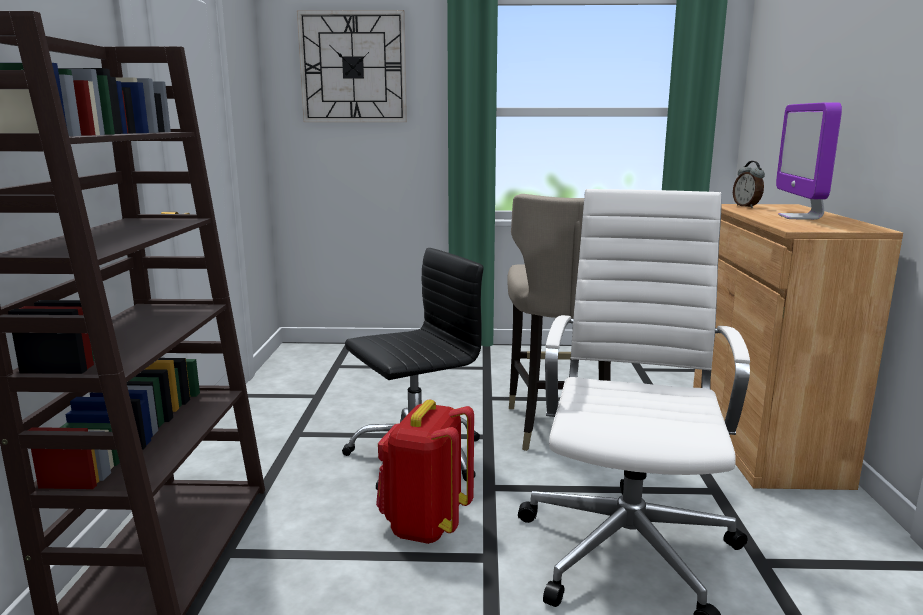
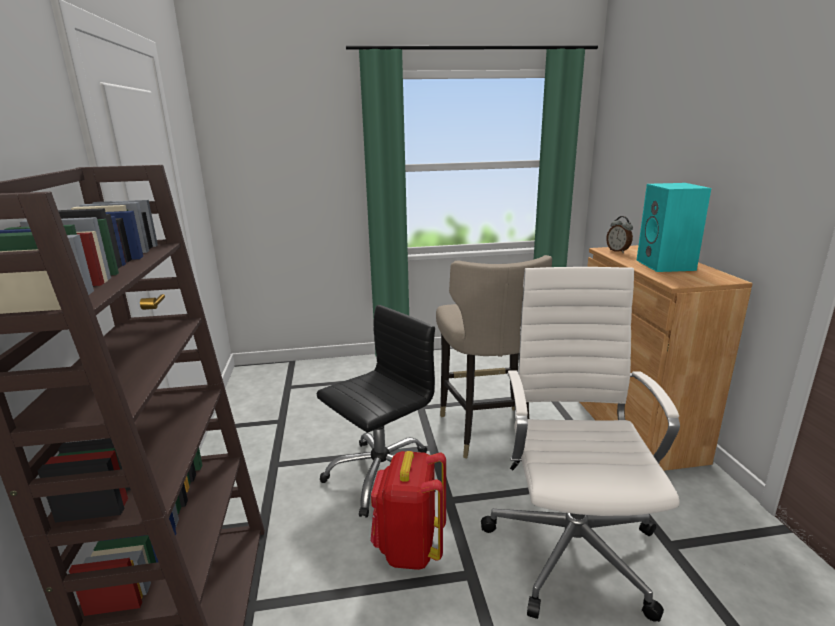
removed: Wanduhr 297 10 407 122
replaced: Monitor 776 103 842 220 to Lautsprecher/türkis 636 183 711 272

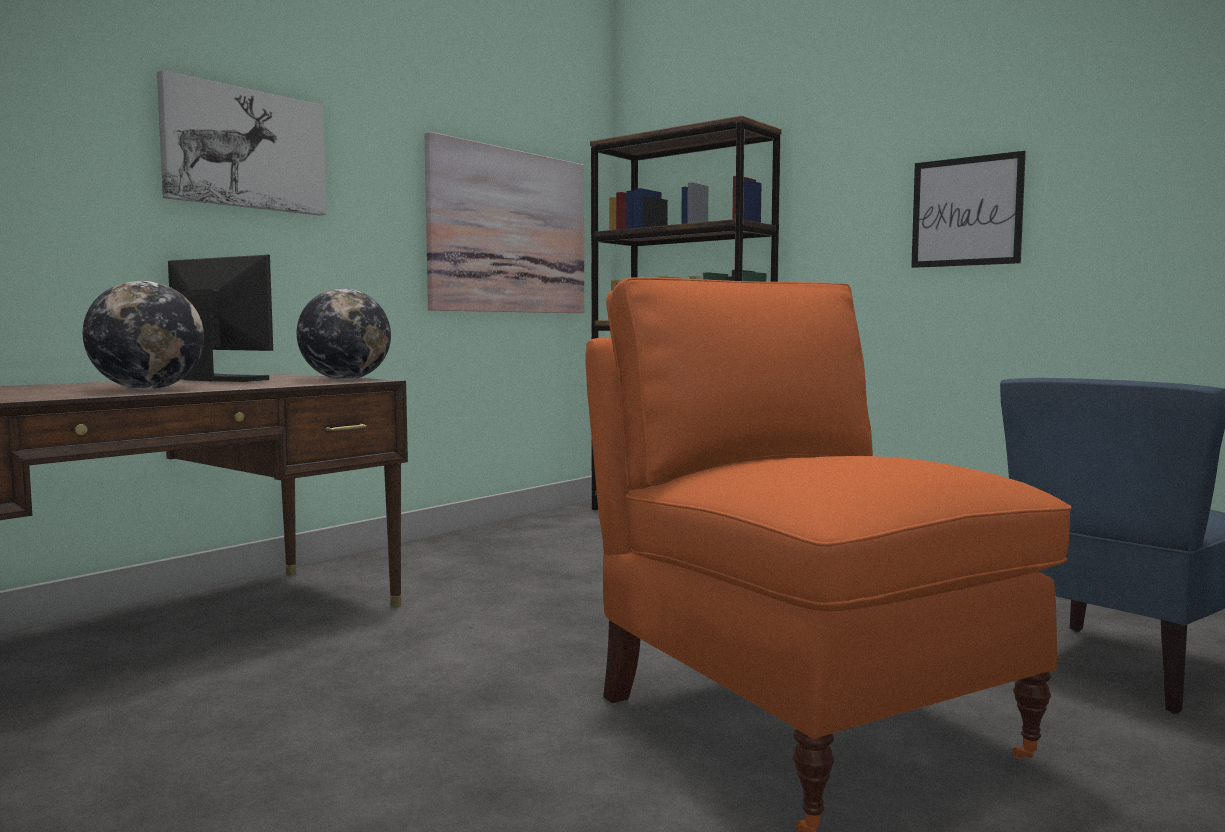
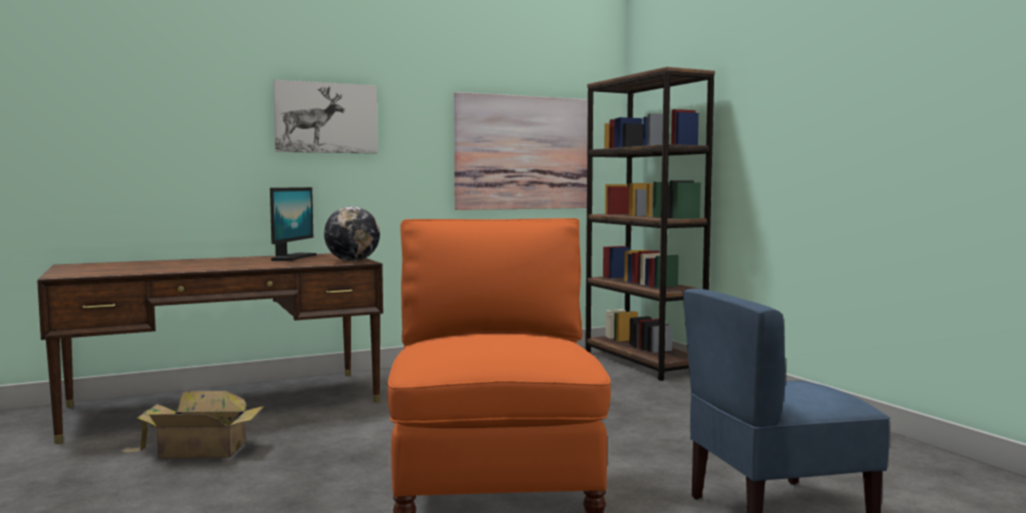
removed: Bild 911 151 1026 268; Globus 83 281 204 390
added: Karton 120 391 264 459
turned: Monitor 168 255 273 382 = 270 187 317 261 45 degrees clockwise

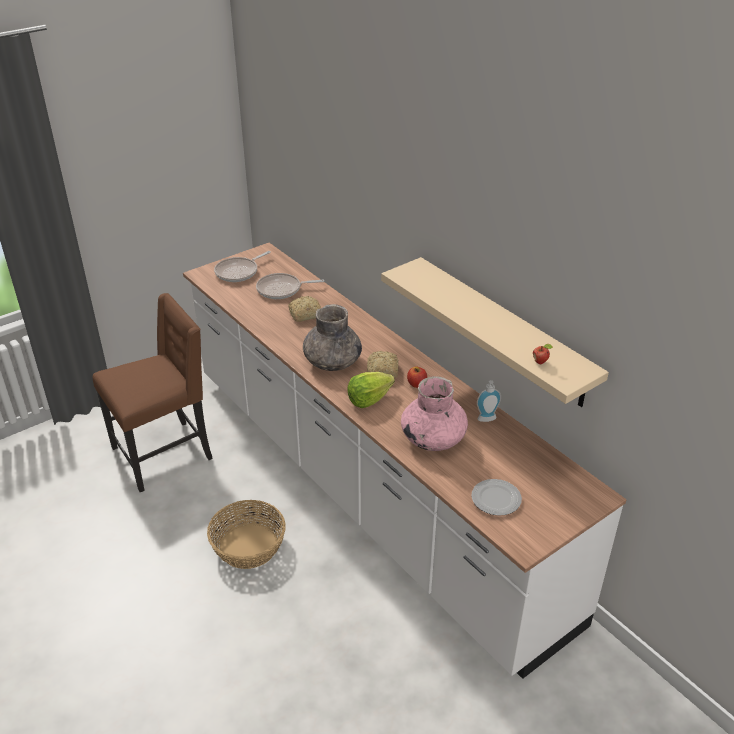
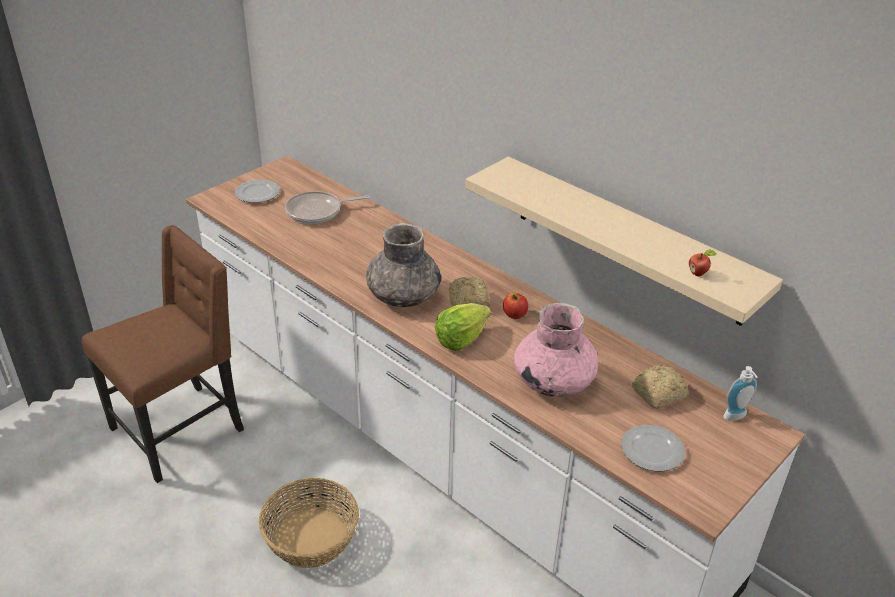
moved: Brot 288 296 321 322 to 632 364 689 409; Seifenspender 477 380 501 422 to 723 366 758 420
replaced: Pfanne 214 251 271 282 to Teller 235 180 280 203

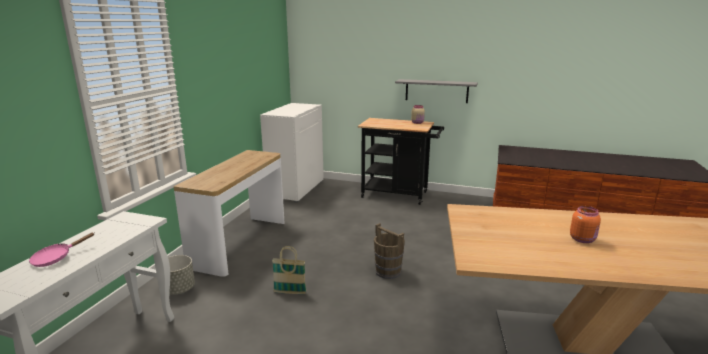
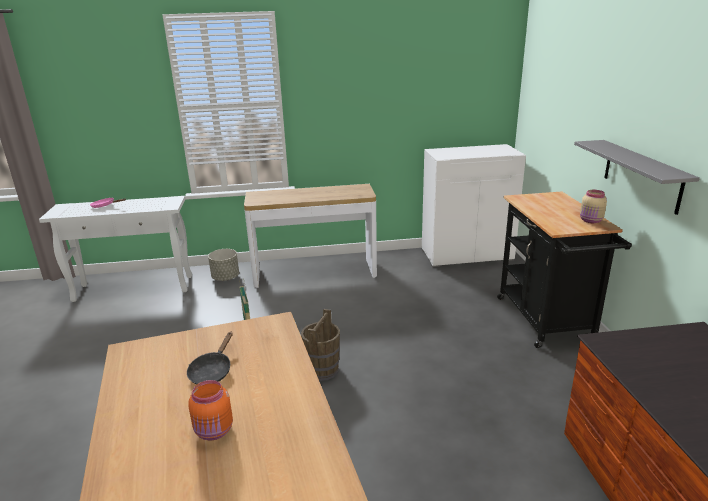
added: Pfanne/schwarz 187 332 233 385

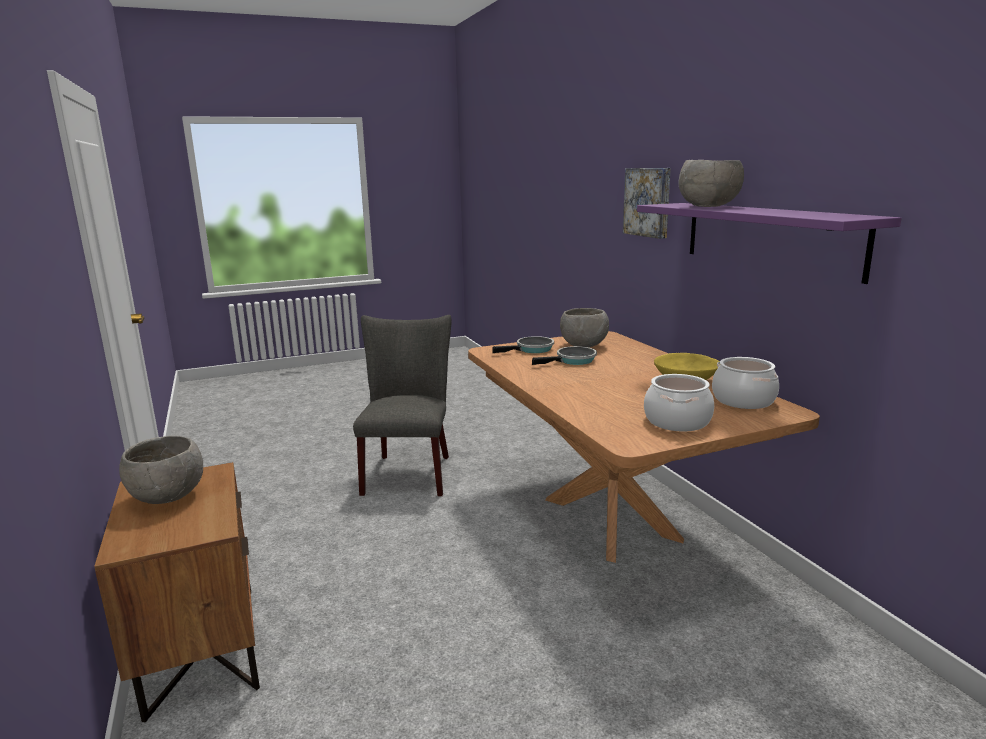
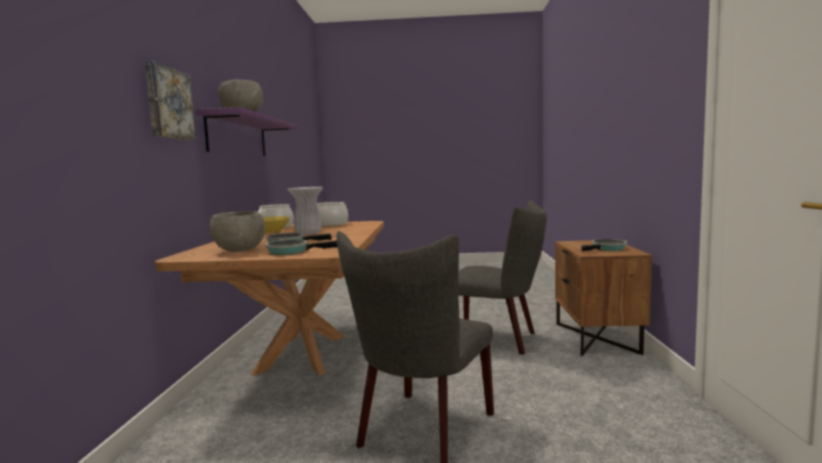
added: Vase/weiß 287 187 323 235; Stuhl/grau 458 200 547 355
replaced: Schüssel/grau 119 436 203 504 to Pfanne 581 239 627 251

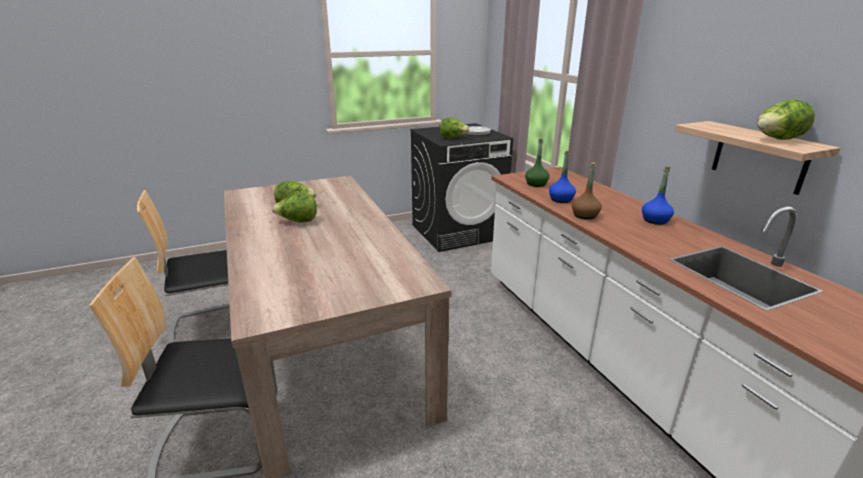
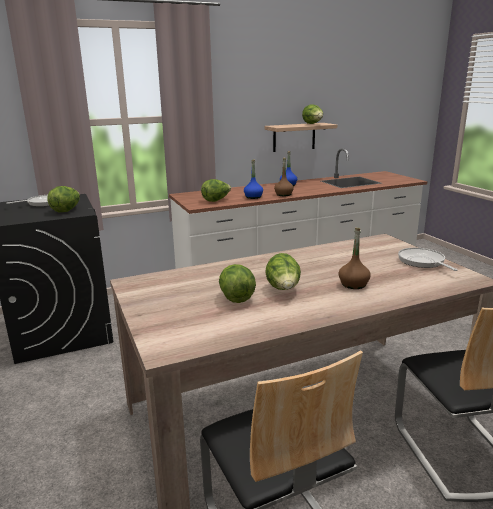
added: Flasche/braun 338 228 371 289; Pfanne 398 248 458 271
replaced: Flasche/grün 525 139 549 187 to Salatkopf 201 179 231 202

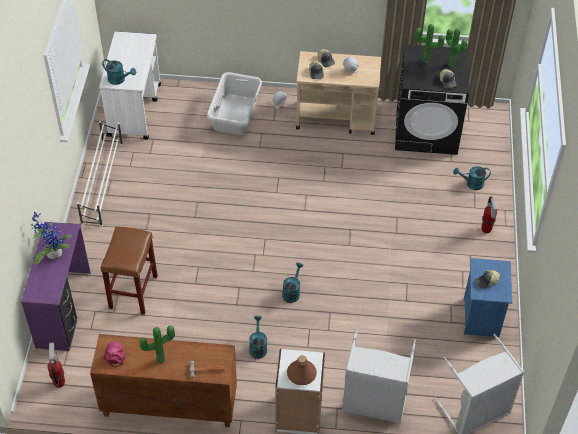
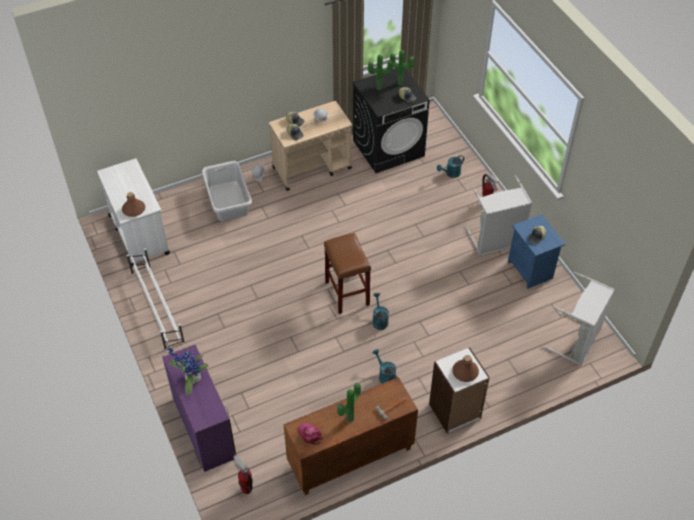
moved: Hocker/braun 100 226 158 315 to 324 233 371 314; Wäschekorb/grau 342 328 416 424 to 466 175 532 256
replaced: Gießkanne/türkis 102 59 136 85 to Flasche/braun 122 192 145 217

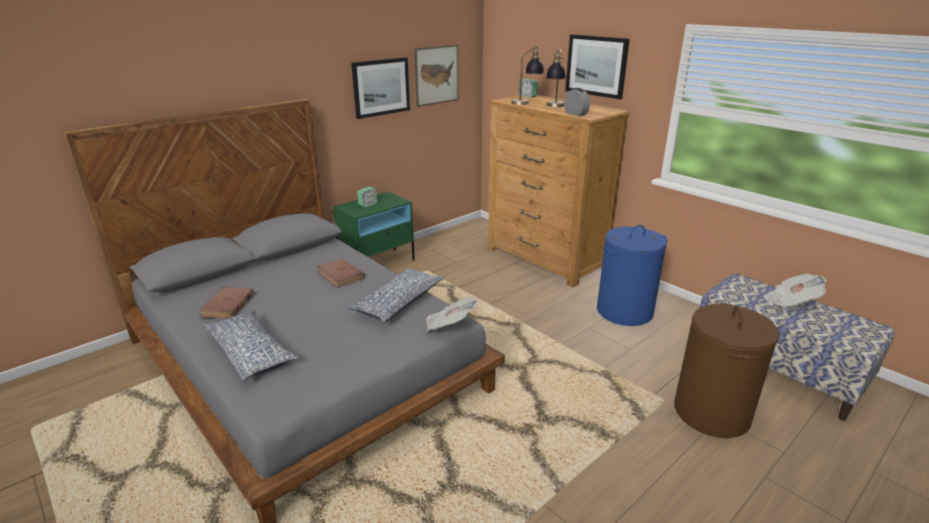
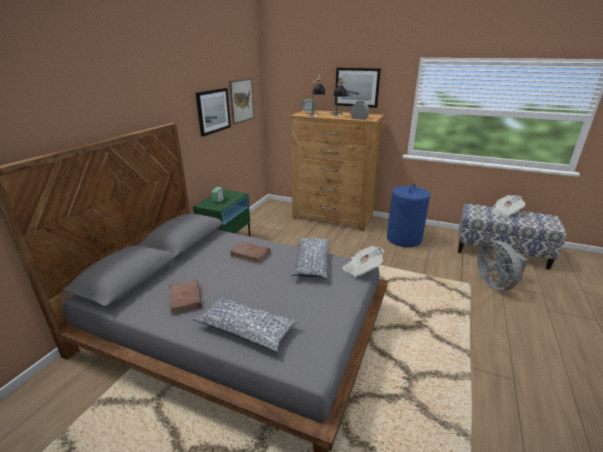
replaced: Wäschekorb/braun 674 303 780 438 to Ventilator/grau 477 240 528 291

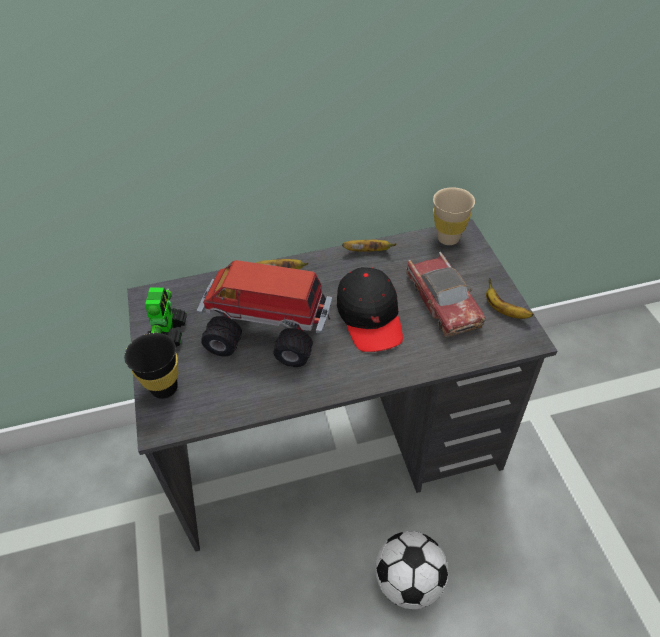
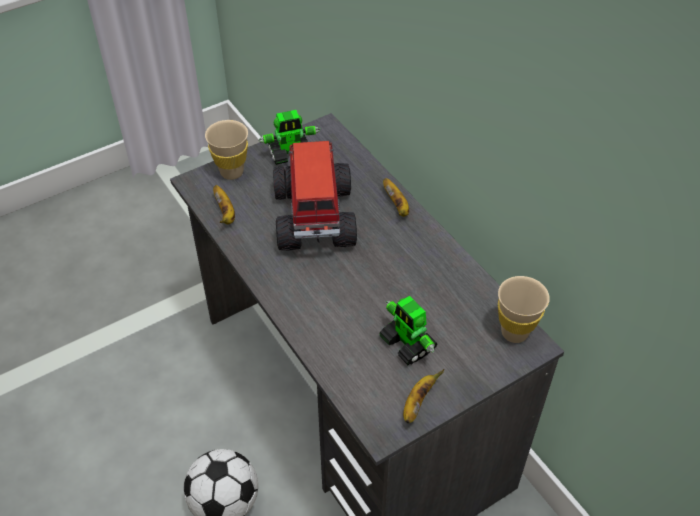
removed: Kappe/schwarz 337 267 403 352
moved: Banane 342 240 396 251 to 213 185 235 224
replaced: Spielzeugauto 406 252 486 337 to Spielzeugroboter 379 296 437 365
recoloured: Tasse/schwarz 124 333 178 399 to Tasse/beige 205 120 248 180

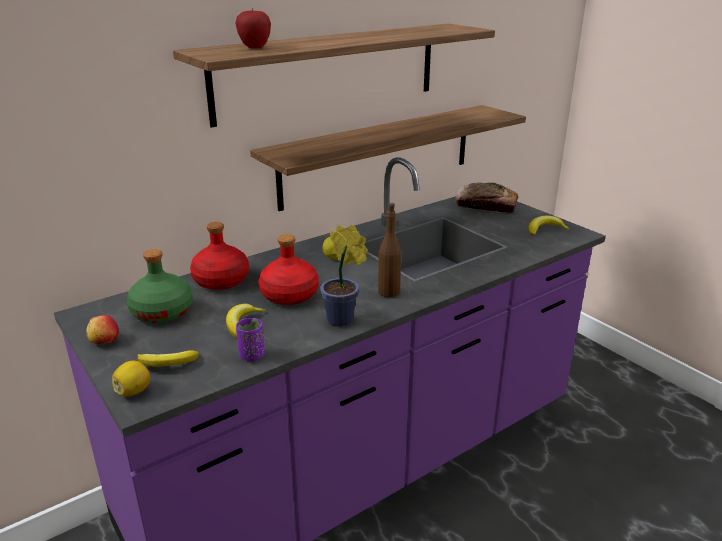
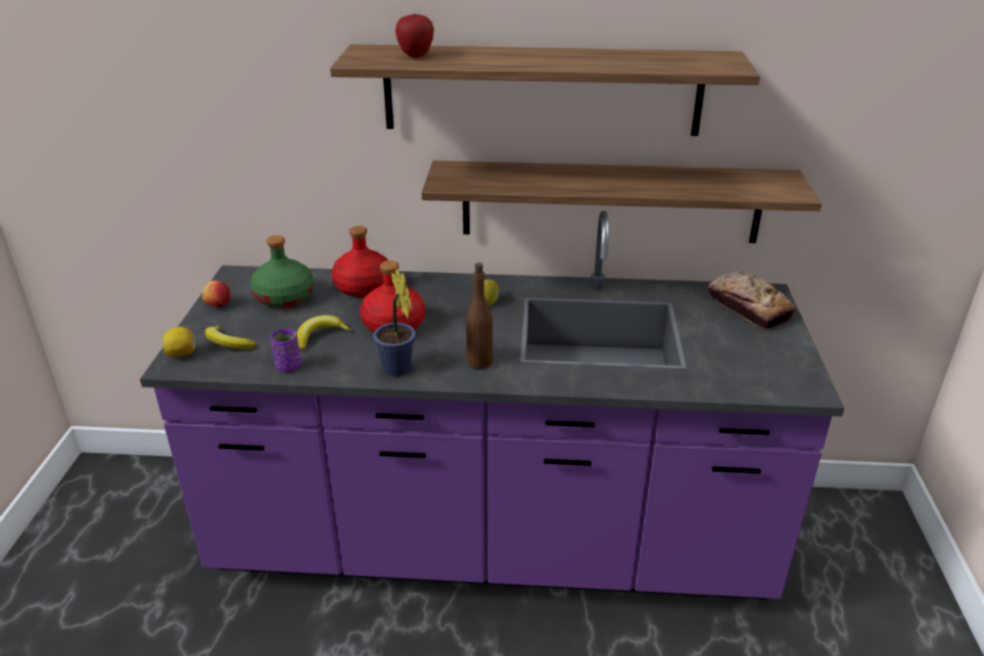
removed: Banane 528 216 570 236

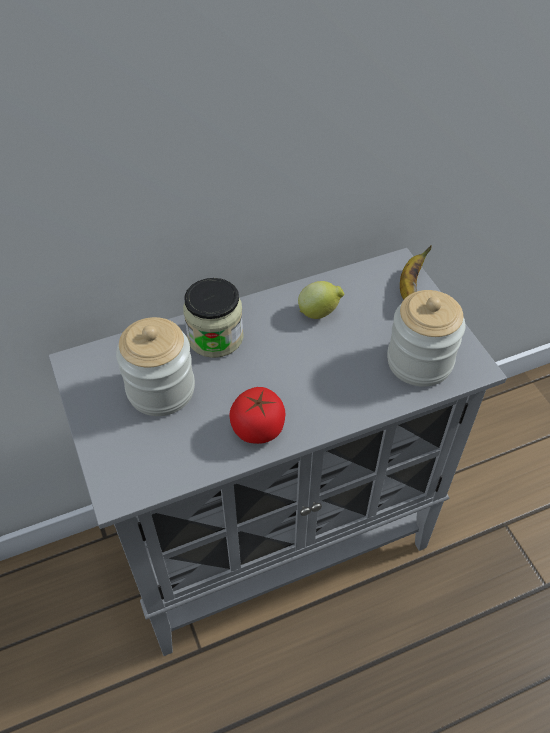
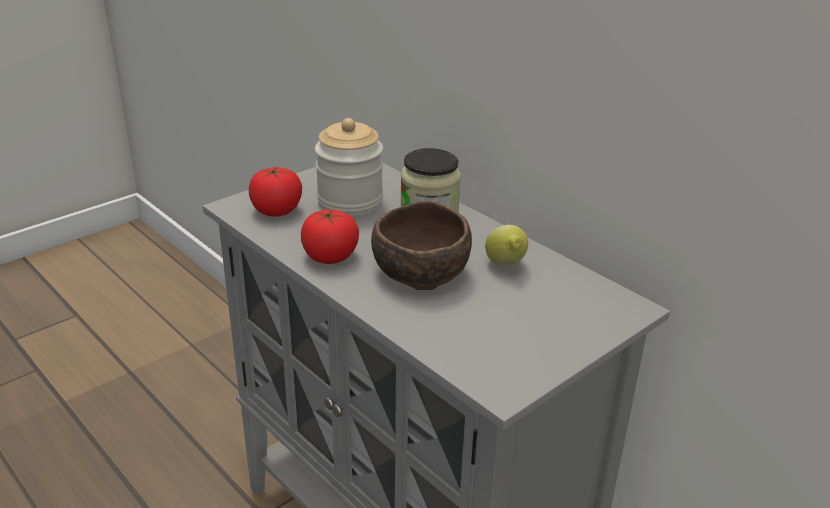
removed: Banane 400 245 432 300; Vorratsglas 387 290 466 387
added: Tomate 249 167 302 217; Schüssel/braun 371 201 472 290

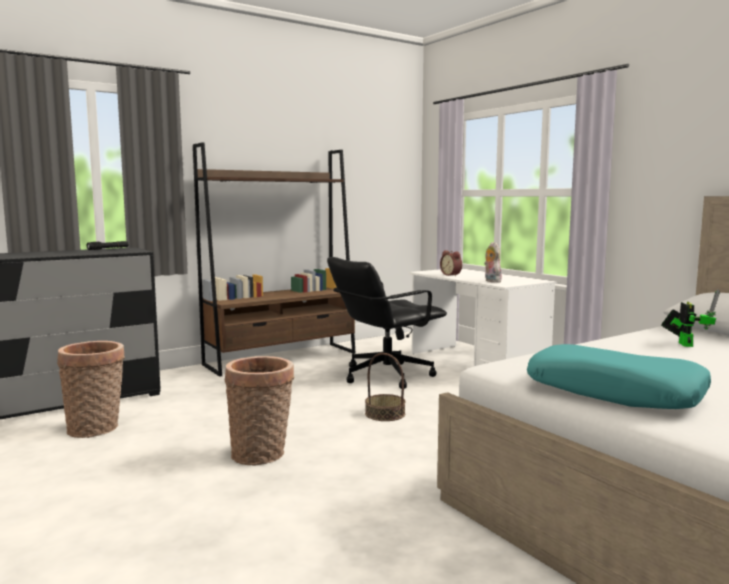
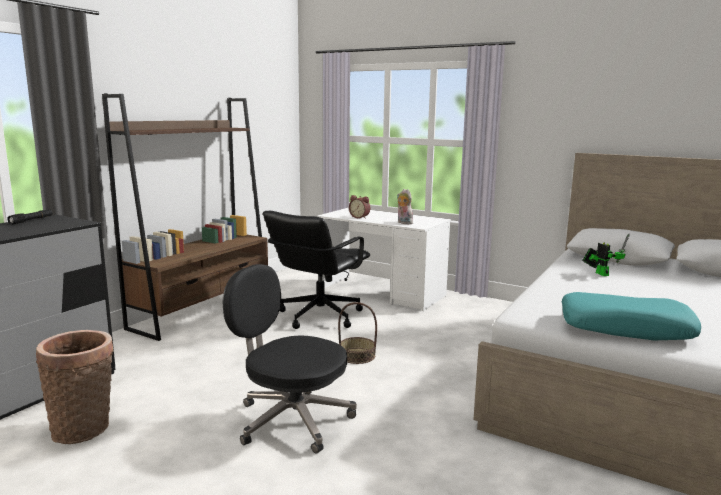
replaced: Korb 225 356 295 466 to Bürostuhl/schwarz 222 264 357 454

